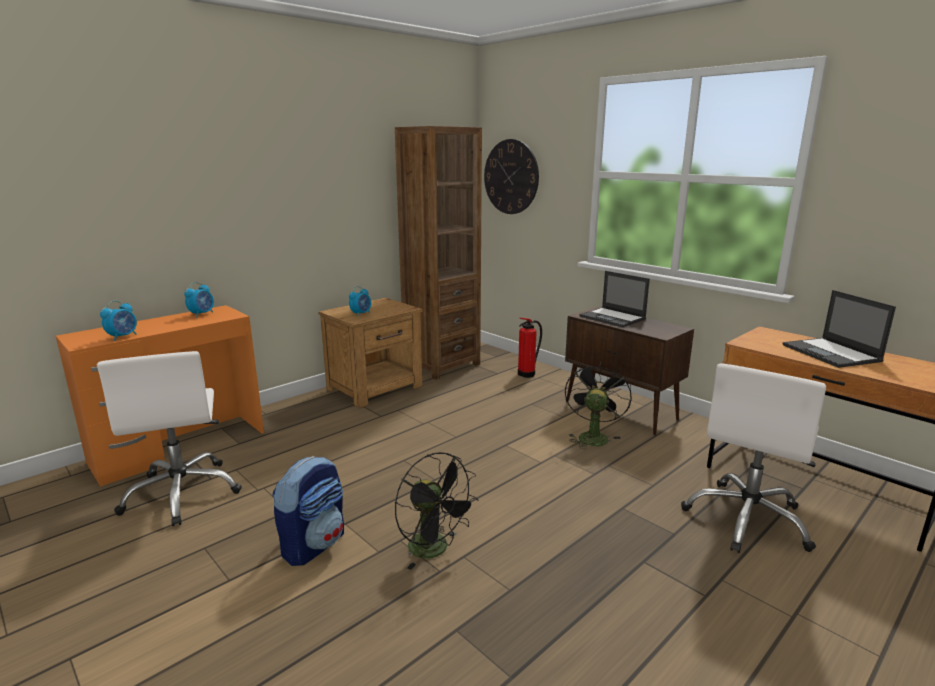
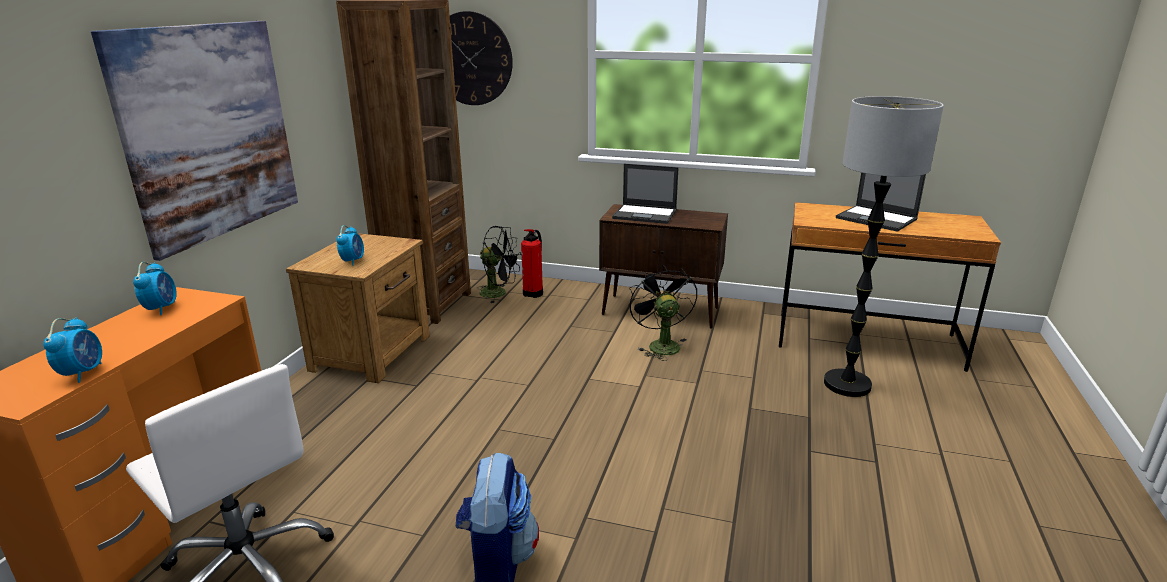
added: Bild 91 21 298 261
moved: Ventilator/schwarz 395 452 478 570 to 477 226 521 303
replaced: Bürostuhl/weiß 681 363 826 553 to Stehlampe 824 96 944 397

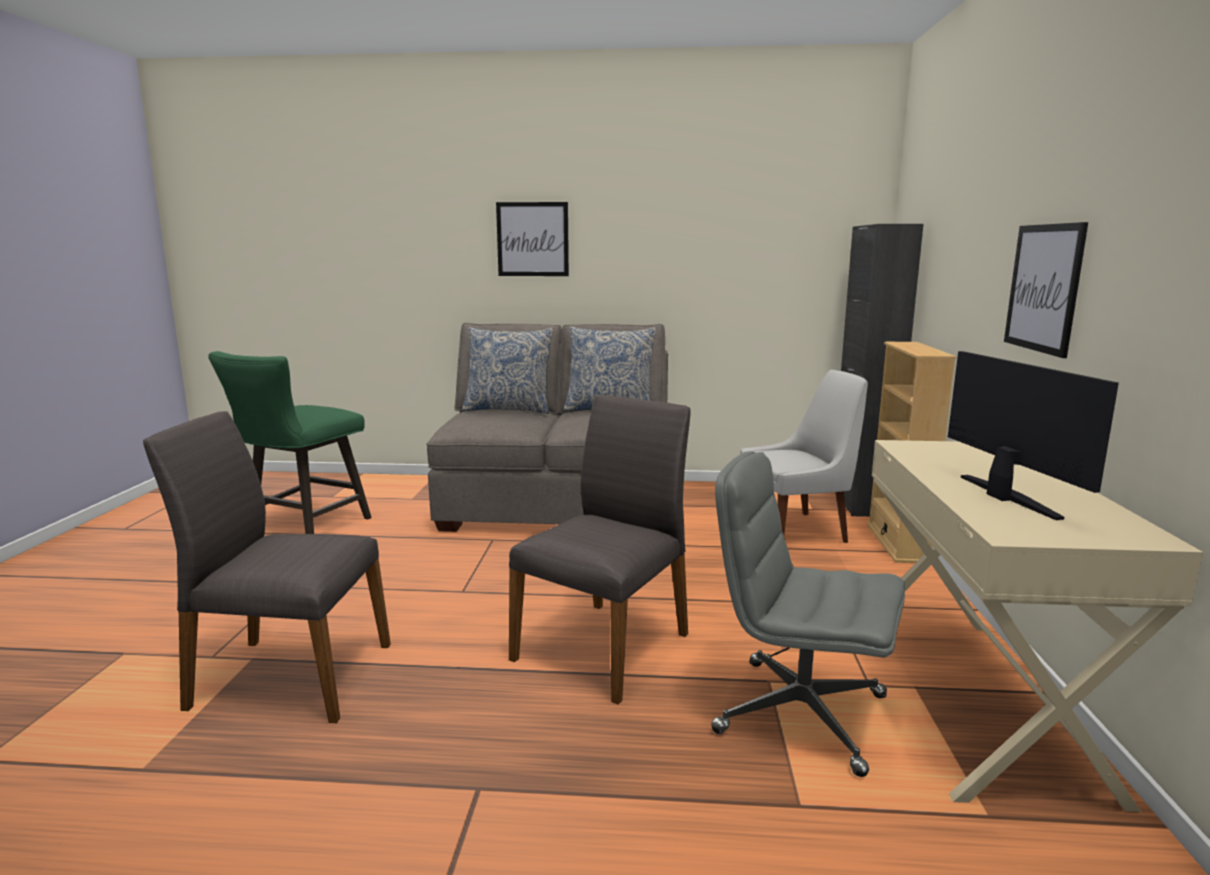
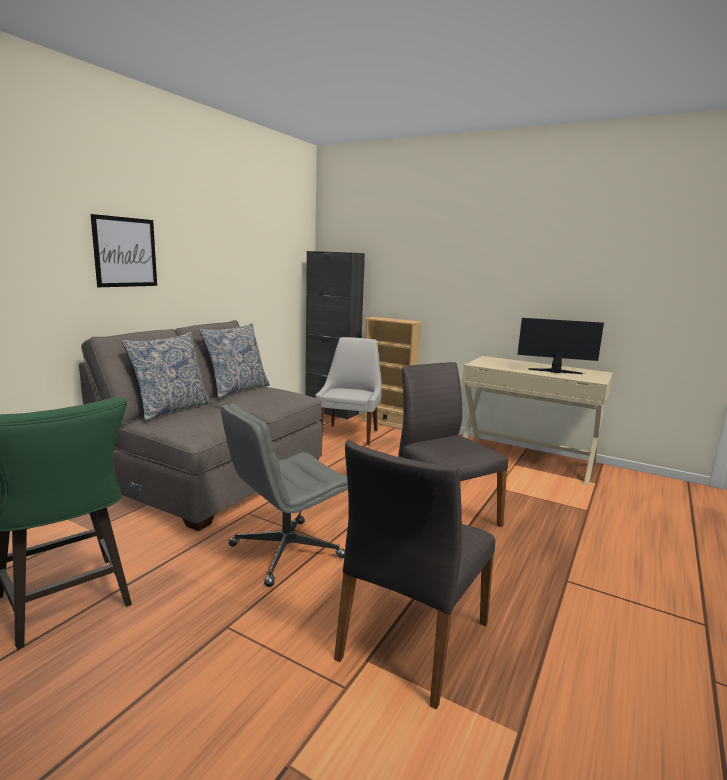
removed: Bild 1004 222 1088 358
moved: Bürostuhl/grau 711 451 905 777 to 221 404 348 587

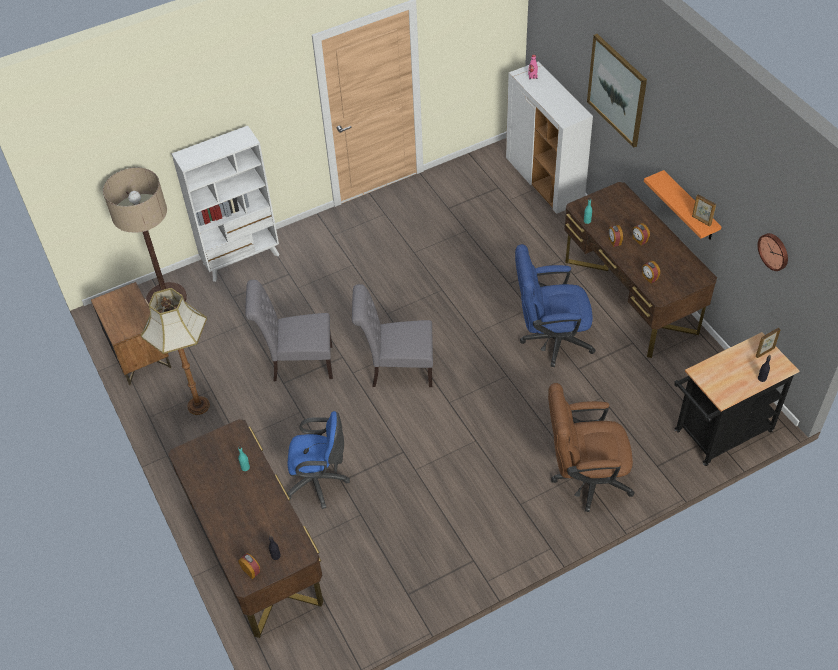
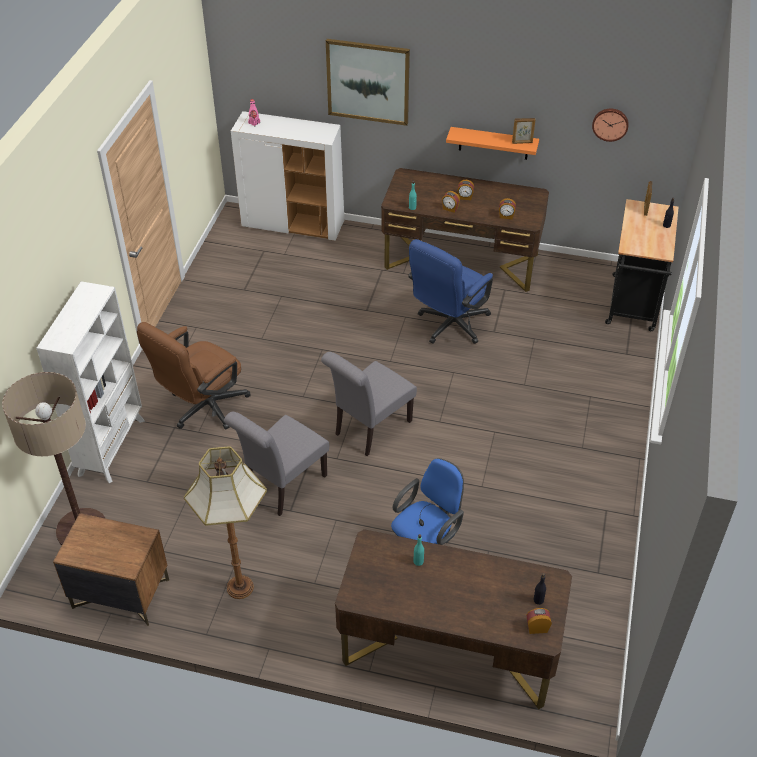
moved: Bürostuhl/braun 548 383 635 512 to 137 322 251 430

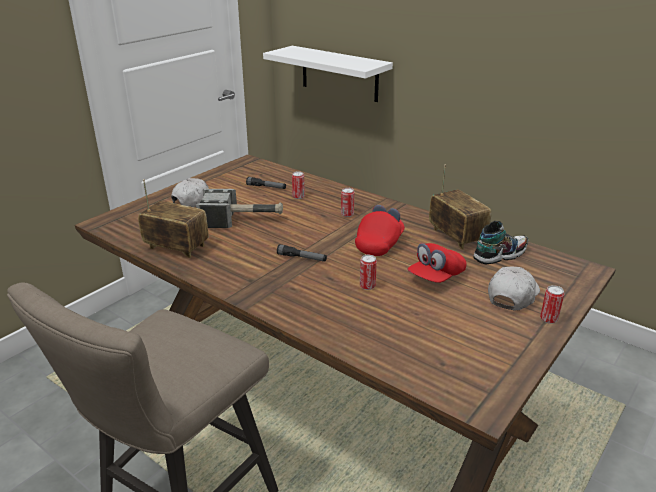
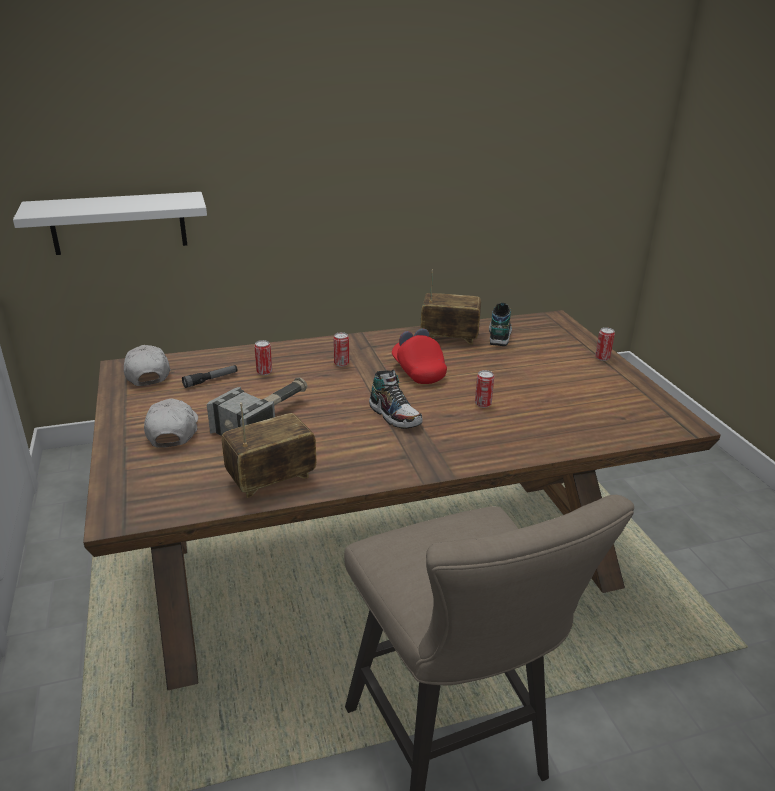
removed: Kappe/rot 407 243 467 283
moved: Kappe/weiß 488 267 540 311 to 124 345 171 386
replaced: Taschenlampe 277 244 327 262 to Schuh 369 369 423 429

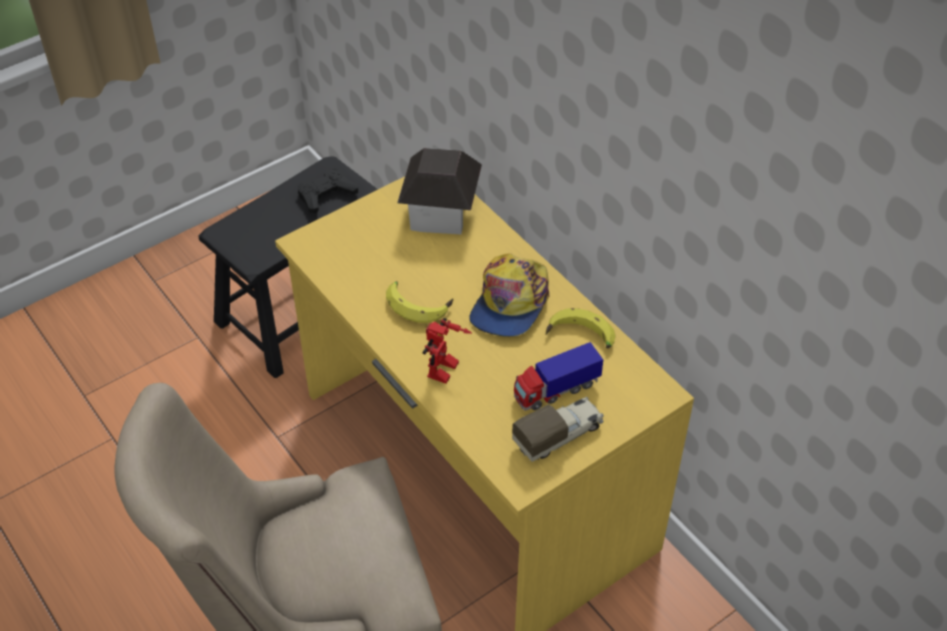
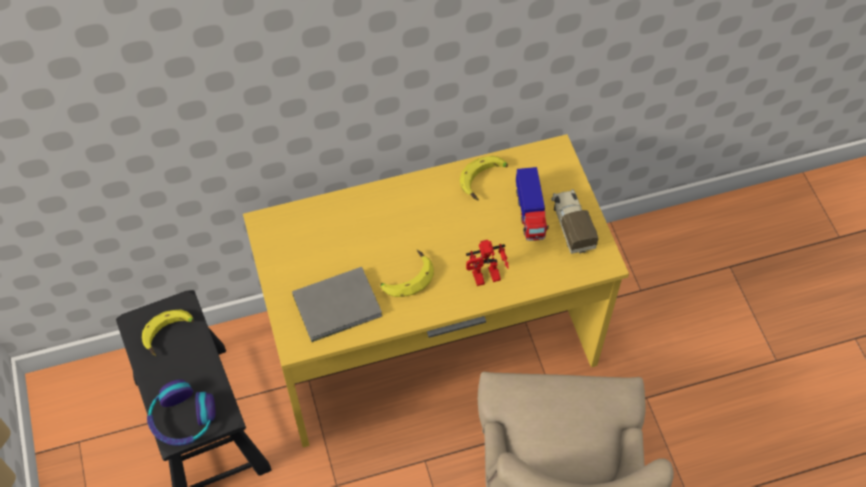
removed: Spielzeughaus 397 148 482 234; Kappe 469 253 549 337
added: Buch/grau 292 267 382 342; Kopfhörer 147 379 215 446
replaced: Gamepad/schwarz 298 169 358 214 to Banane 142 310 194 356
turned: Spielzeugroboter 423 318 472 384 = 466 240 509 286 120 degrees clockwise

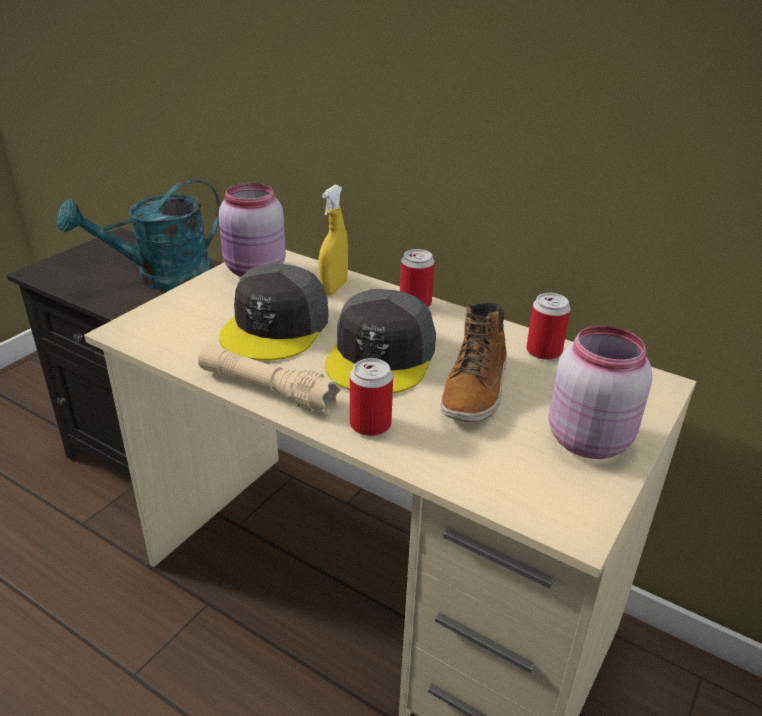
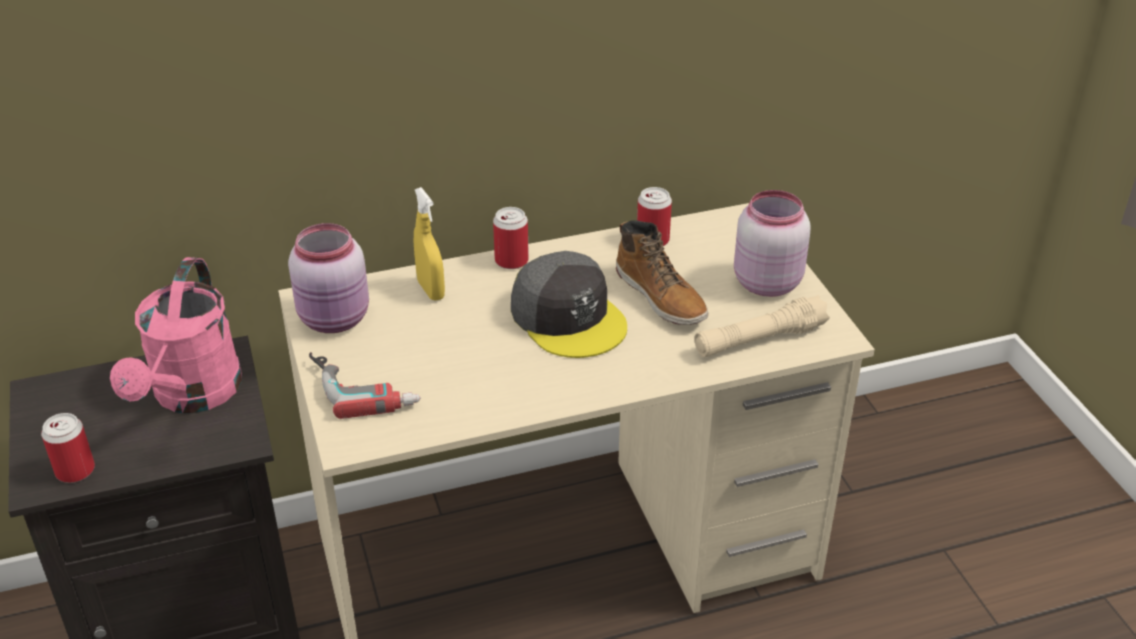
removed: Kappe/grau 219 263 328 361
added: Bohrmaschine 309 352 421 419
moved: Taschenlampe/beige 198 344 341 414 to 695 295 830 357; Dose 350 358 393 436 to 41 413 95 483
recoloured: Gießkanne/türkis 56 179 220 291 to Gießkanne/rosa 110 257 242 413

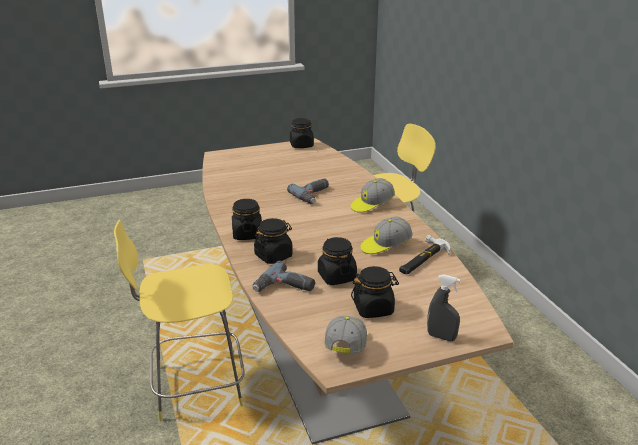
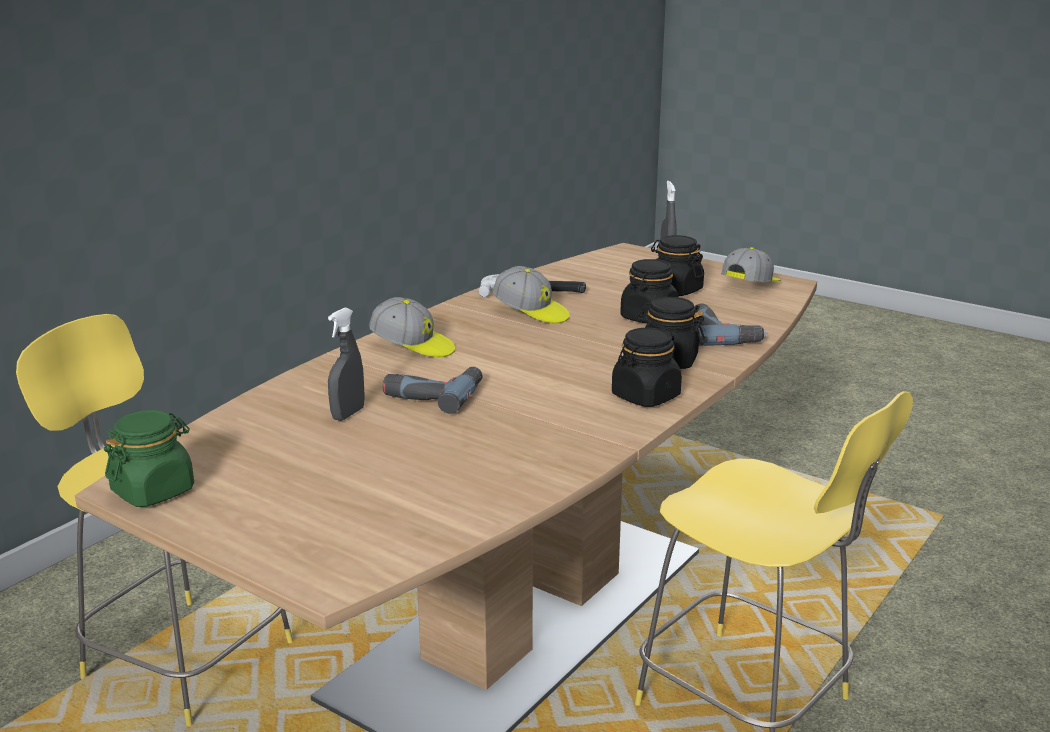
added: Sprühflasche/grau 328 308 365 421
recoloured: Vorratsglas/schwarz 290 118 314 148 to Vorratsglas/grün 104 410 194 507
turned: Kappe 325 316 368 354 = 721 247 781 282 150 degrees clockwise

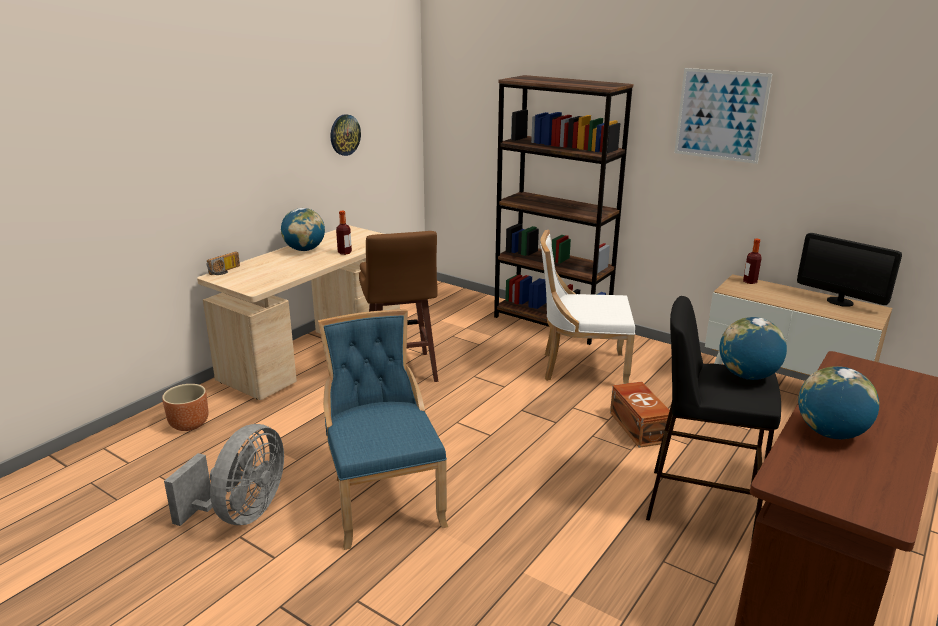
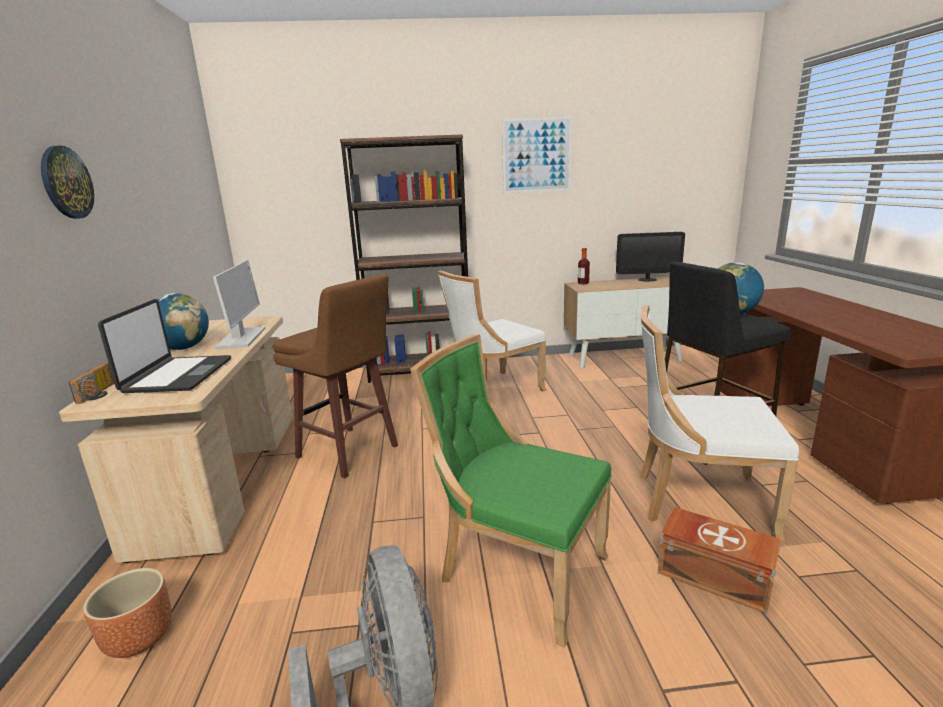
removed: Globus 798 366 879 439
added: Laptop 98 299 231 393; Stuhl/weiß 640 305 799 542
moved: Wanduhr 331 114 361 156 to 41 146 94 219; Aufbewahrungsbox/braun 610 381 673 448 to 658 507 781 614
replaced: Flasche 336 211 352 255 to Monitor 213 260 266 349
recoloured: Stuhl/blau 318 309 448 550 to Stuhl/grün 410 335 612 648

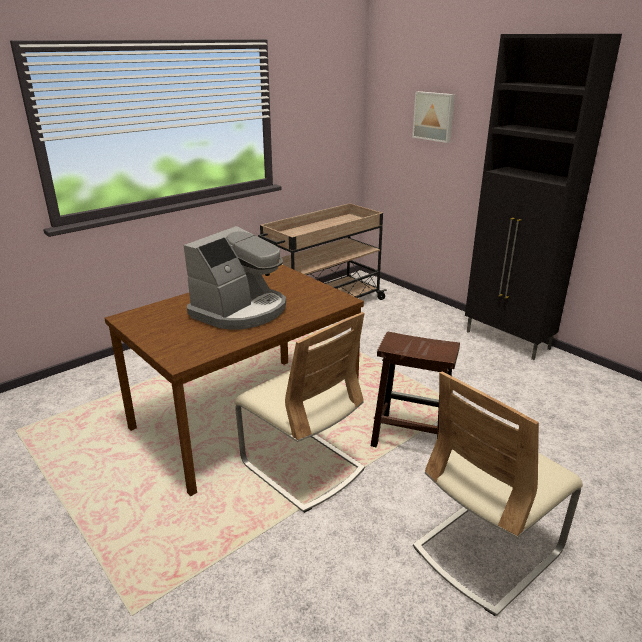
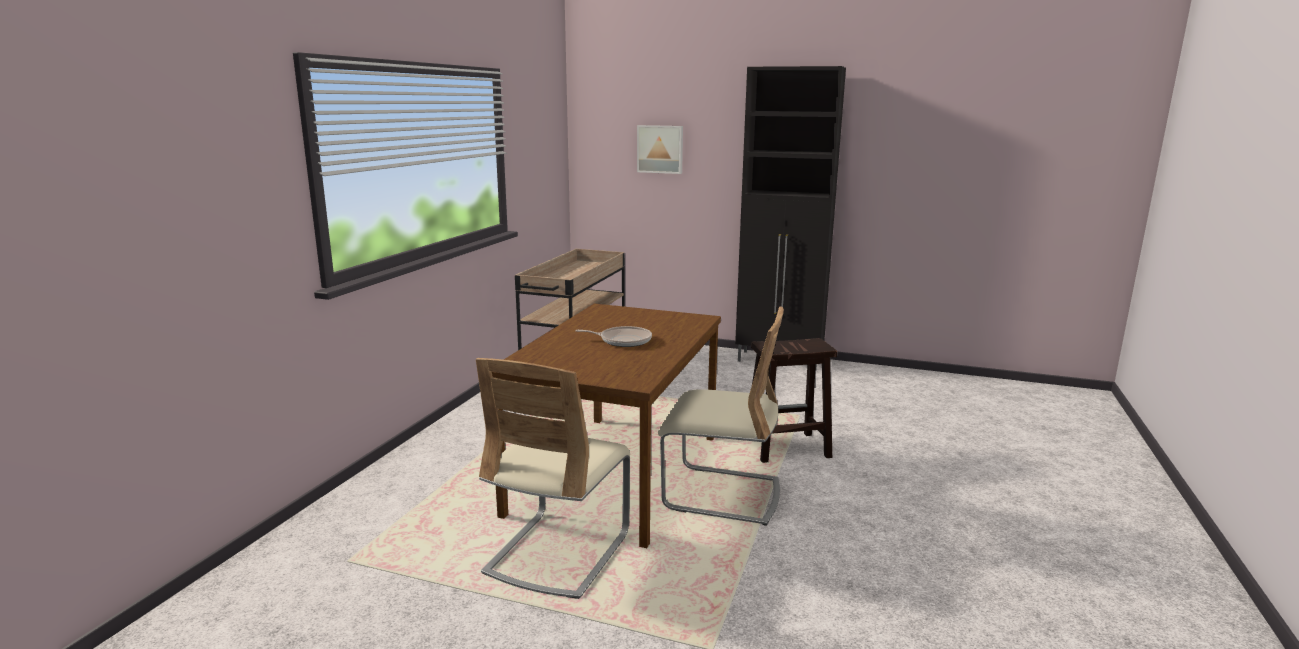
moved: Stuhl/beige 413 372 583 616 to 476 358 630 599
replaced: Kaffeemaschine 184 226 286 330 to Pfanne 575 326 652 347

